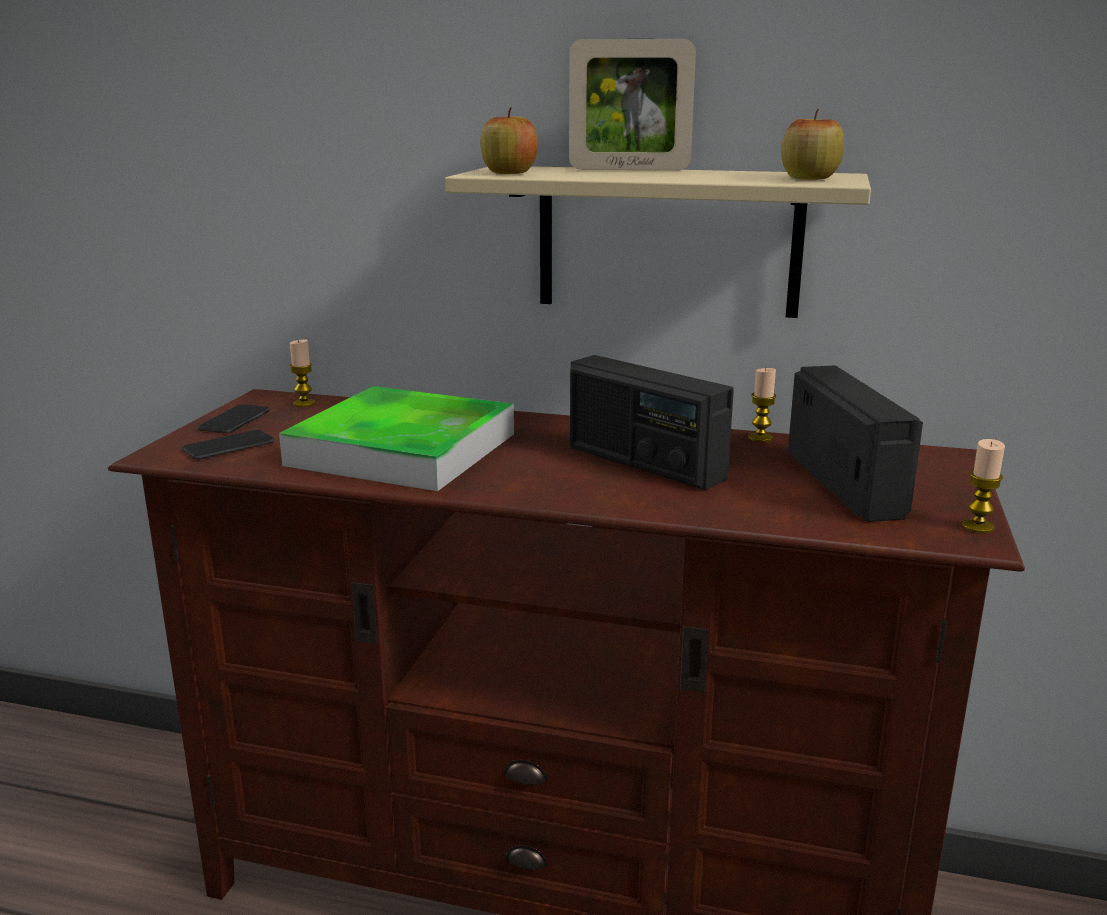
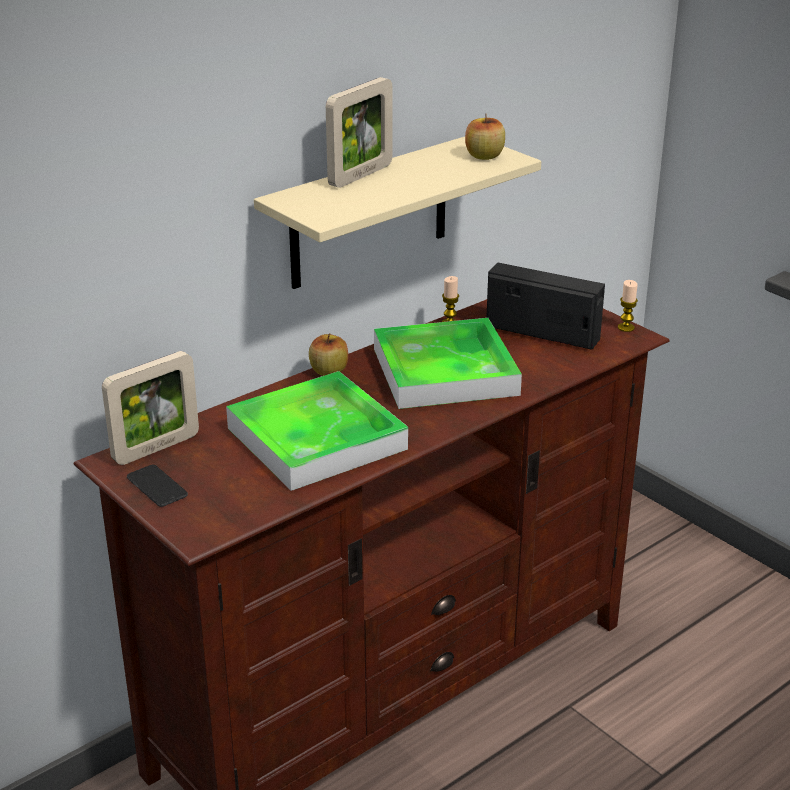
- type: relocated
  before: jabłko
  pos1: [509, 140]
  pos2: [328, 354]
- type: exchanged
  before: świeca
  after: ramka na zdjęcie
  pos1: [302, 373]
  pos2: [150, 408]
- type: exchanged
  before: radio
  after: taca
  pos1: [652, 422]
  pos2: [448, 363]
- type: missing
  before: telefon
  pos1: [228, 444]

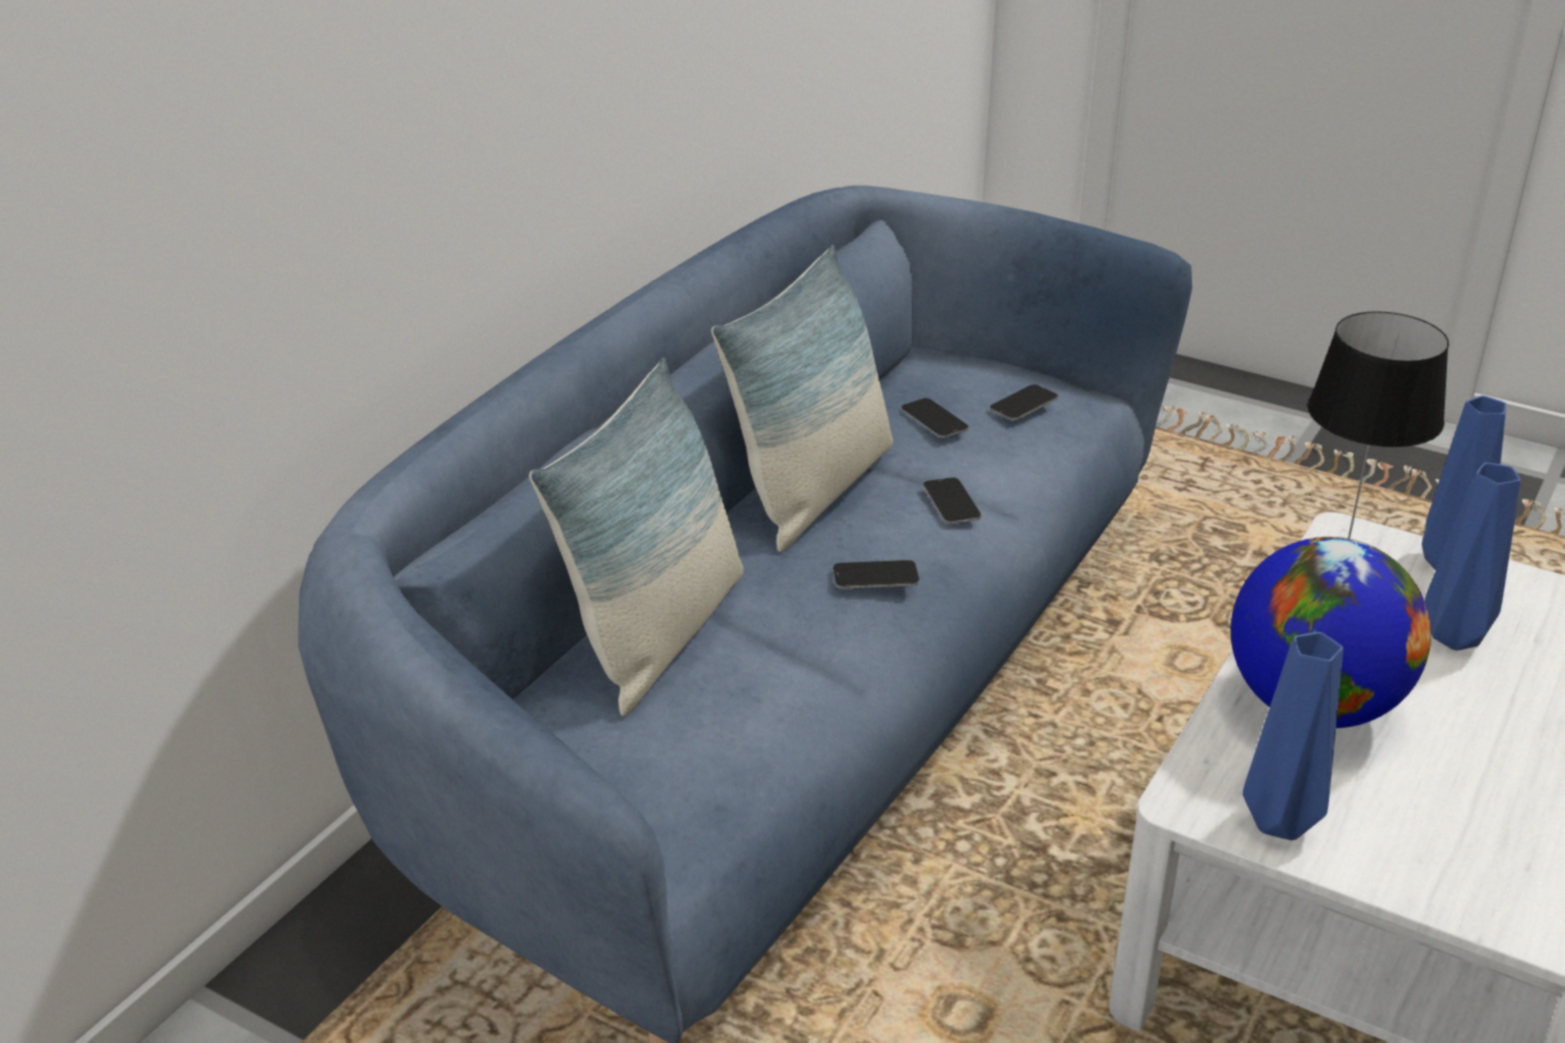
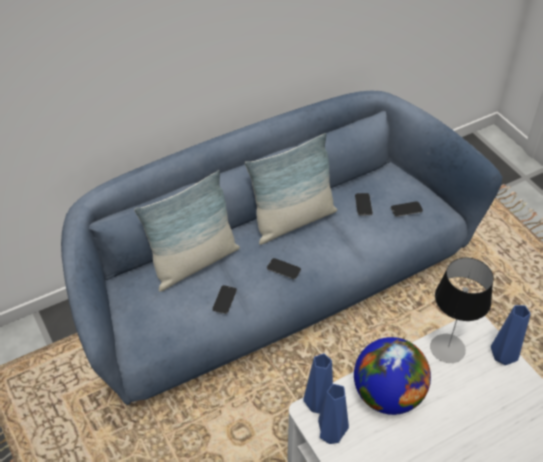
- type: relocated
  before: wazon (niebieski)
  pos1: [1473, 556]
  pos2: [318, 383]
- type: relocated
  before: telefon
  pos1: [952, 501]
  pos2: [224, 299]

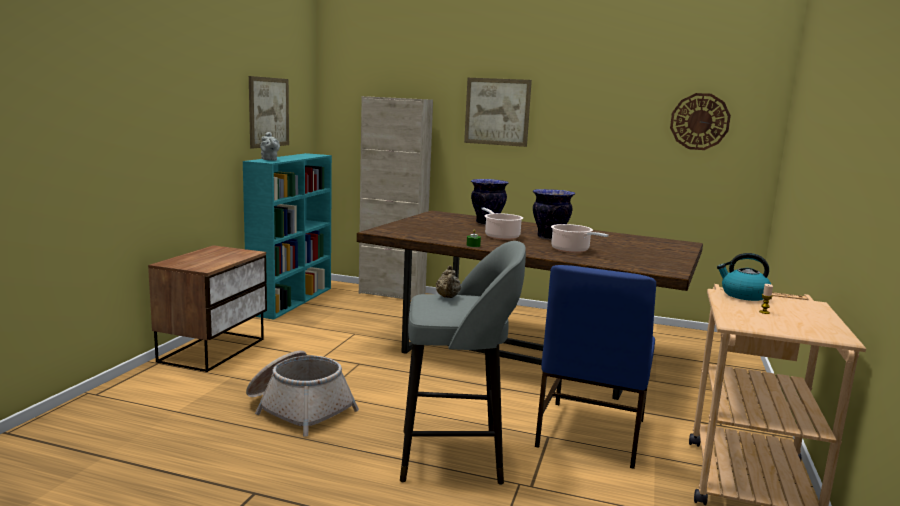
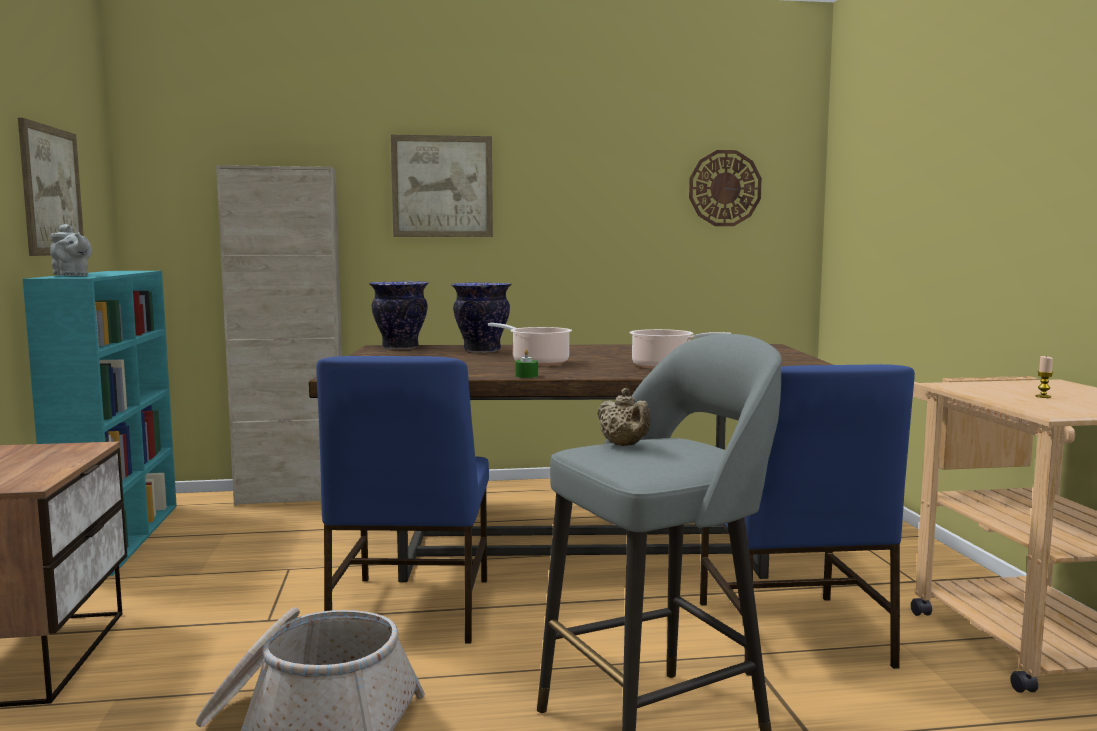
- type: relocated
  before: wazon
  pos1: [554, 214]
  pos2: [399, 315]
- type: missing
  before: czajnik
  pos1: [744, 277]
- type: appeared
  after: krzesło (niebieski)
  pos2: [402, 500]

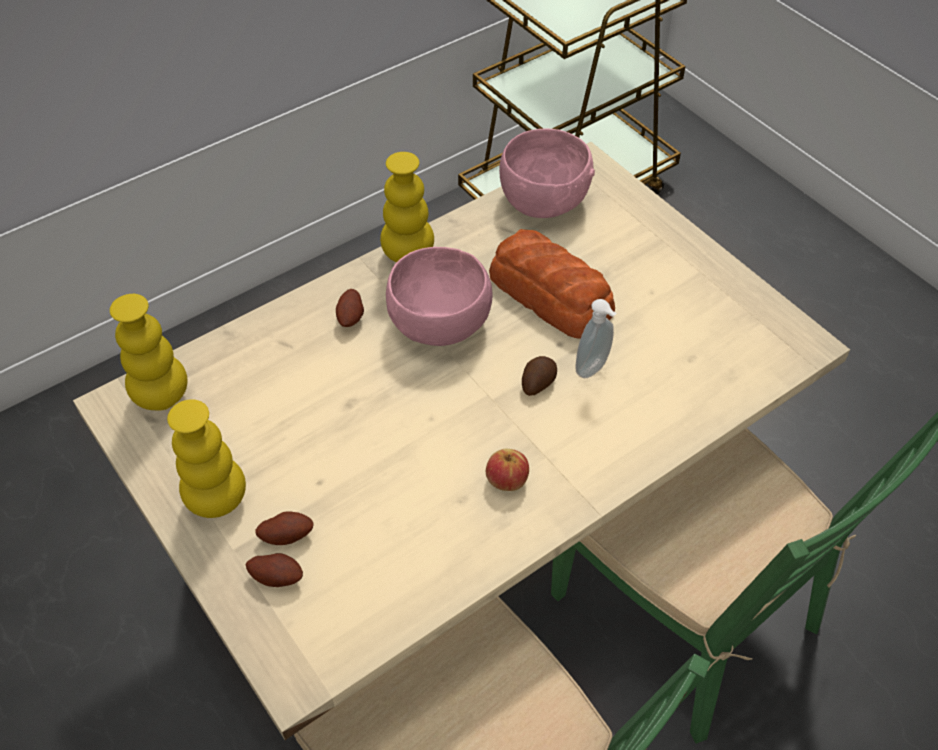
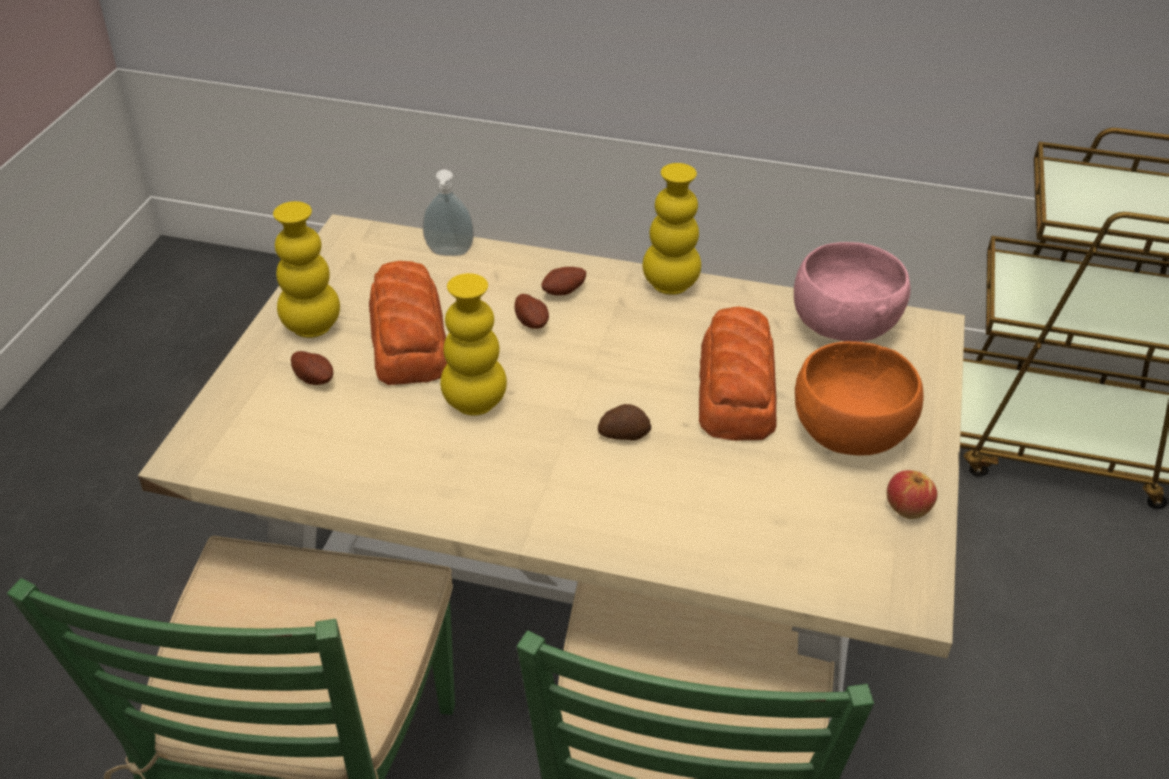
- type: missing
  before: miska (różowy)
  pos1: [439, 296]
- type: relocated
  before: wazon (żółty)
  pos1: [148, 352]
  pos2: [473, 344]
- type: relocated
  before: dozownik mydła
  pos1: [596, 338]
  pos2: [448, 212]
- type: relocated
  before: jabłko
  pos1: [507, 470]
  pos2: [912, 494]
- type: relocated
  before: ziemniak
  pos1: [274, 570]
  pos2: [531, 311]
- type: appeared
  after: chleb
  pos2: [408, 323]
- type: appeared
  after: miska (pomarańczowy)
  pos2: [859, 398]

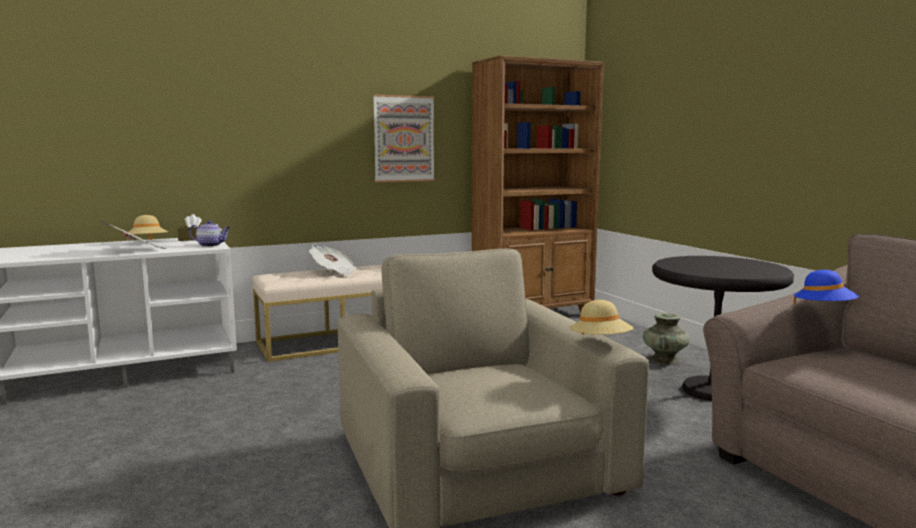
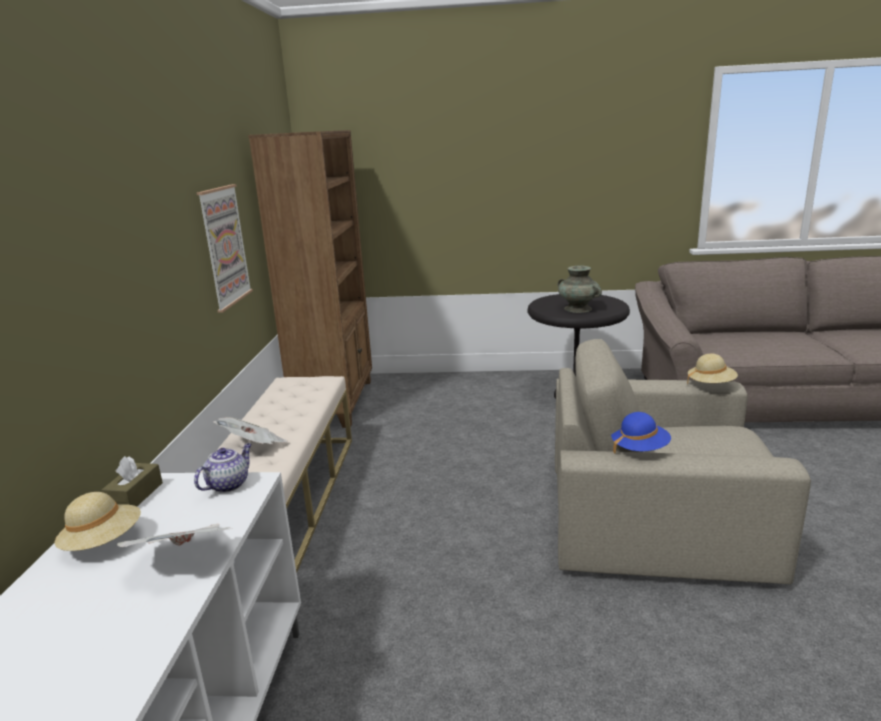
- type: relocated
  before: kapelusz (niebieski)
  pos1: [826, 287]
  pos2: [641, 433]
- type: relocated
  before: wazon (turkusowy)
  pos1: [666, 339]
  pos2: [579, 289]

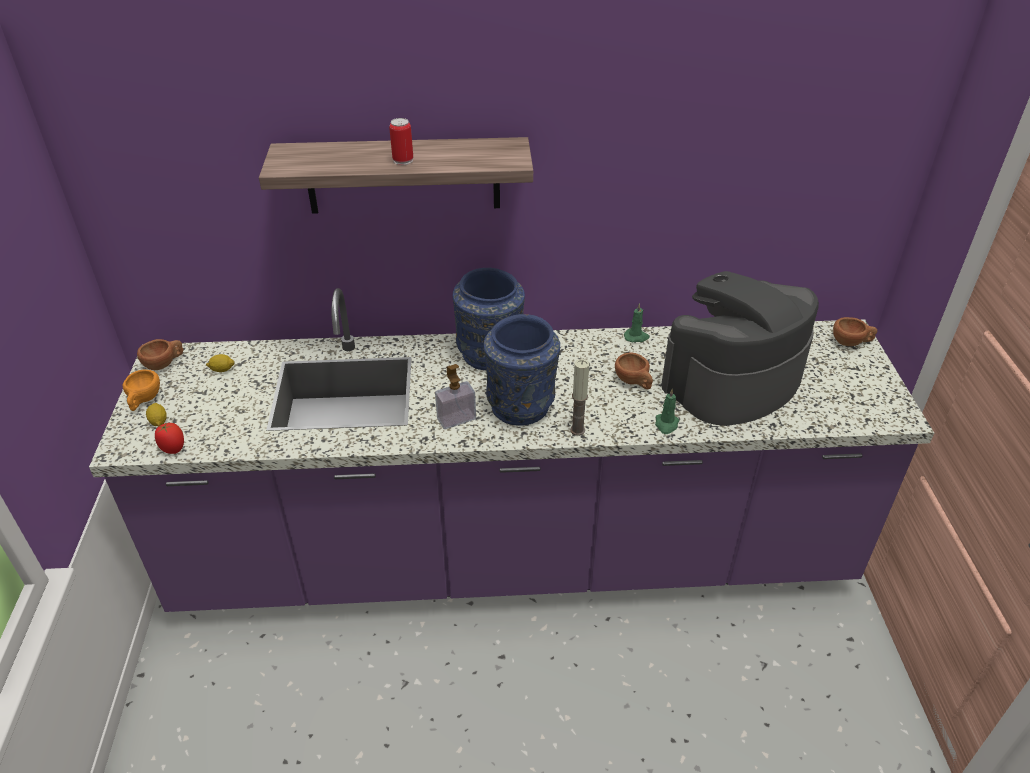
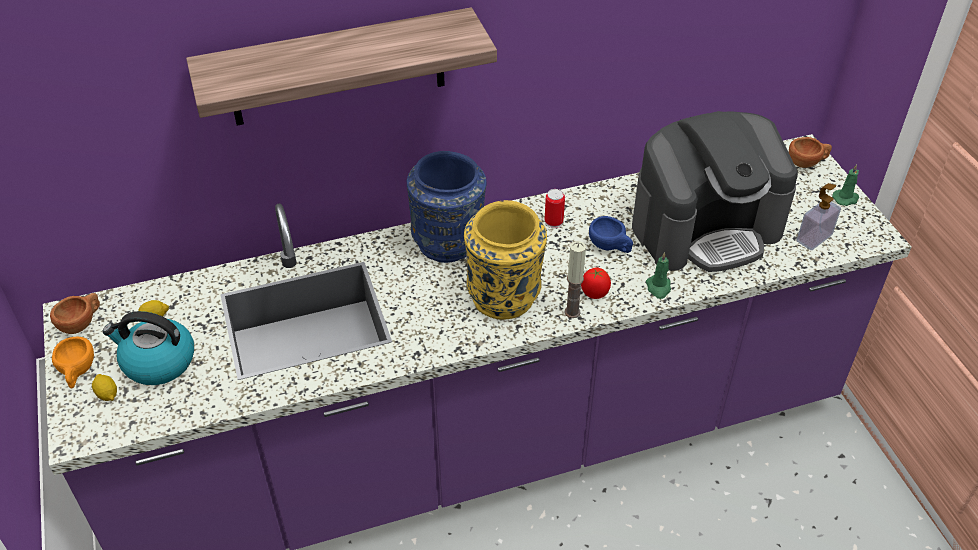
- type: relocated
  before: puszka
  pos1: [401, 141]
  pos2: [555, 208]
- type: spun
  before: ekspres do kawy
  pos1: [740, 348]
  pos2: [715, 191]
  turn: -150
- type: relocated
  before: świeca (zielony)
  pos1: [637, 322]
  pos2: [845, 185]
- type: colour
  before: wazon (niebieski)
  after: wazon (żółty)
  pos1: [521, 370]
  pos2: [505, 260]
- type: colour
  before: filiżanka (brązowy)
  after: filiżanka (niebieski)
  pos1: [634, 371]
  pos2: [611, 234]
- type: relocated
  before: dozownik mydła
  pos1: [455, 396]
  pos2: [819, 217]
- type: relocated
  before: pomidor
  pos1: [169, 438]
  pos2: [596, 283]
- type: appeared
  after: czajnik
  pos2: [148, 348]

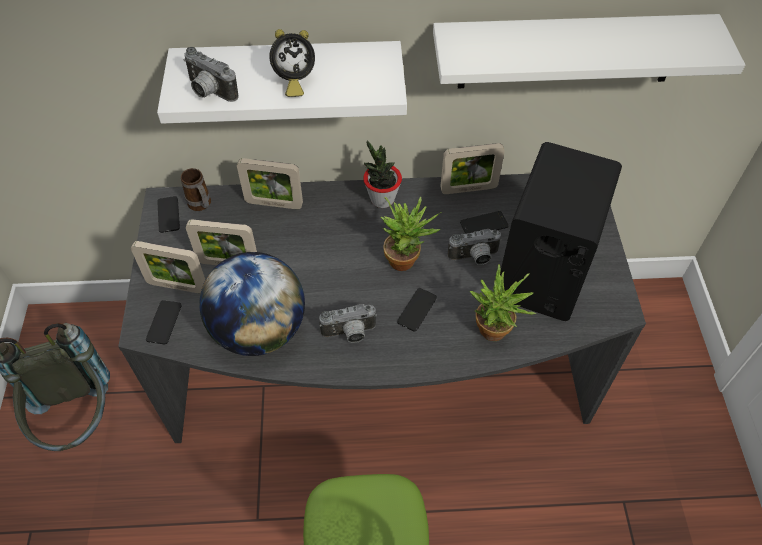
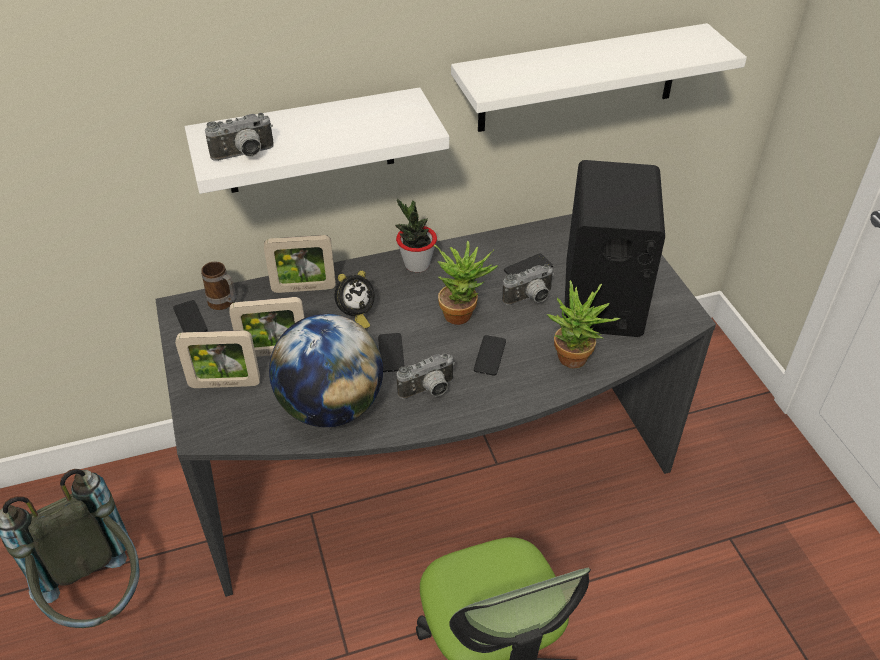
- type: relocated
  before: budzik
  pos1: [292, 63]
  pos2: [354, 299]
- type: spun
  before: aparat fotograficzny
  pos1: [211, 74]
  pos2: [239, 137]
  turn: -45
- type: missing
  before: ramka na zdjęcie
  pos1: [472, 168]
- type: relocated
  before: telefon
  pos1: [164, 322]
  pos2: [391, 352]

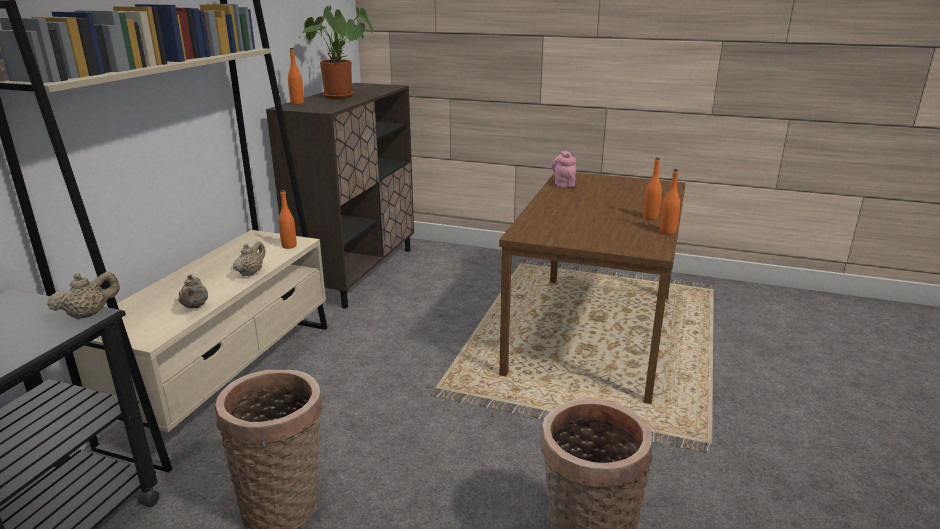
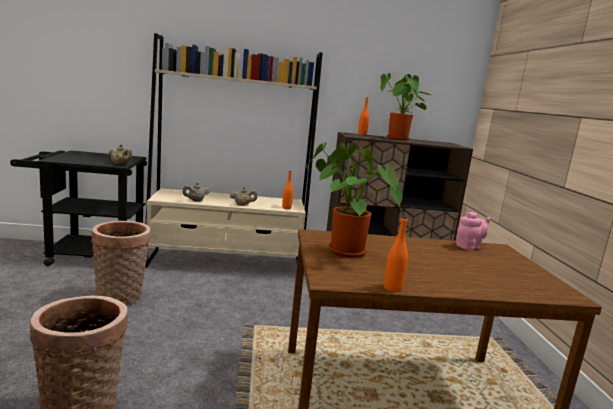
- type: missing
  before: butelka (pomarańczowy)
  pos1: [652, 189]
- type: appeared
  after: roślina doniczkowa
  pos2: [354, 200]

